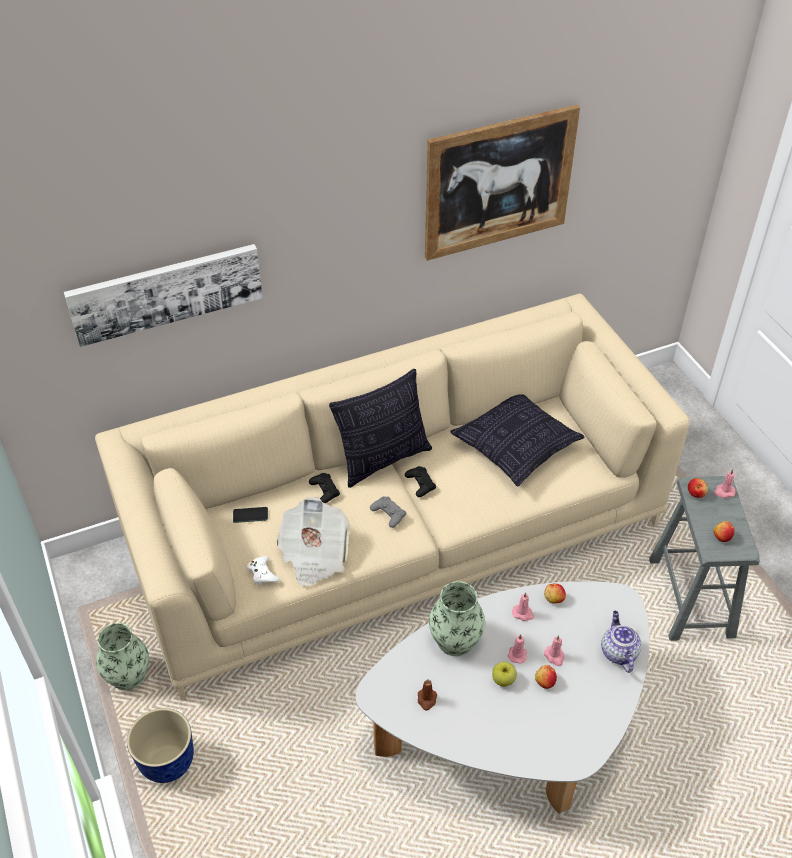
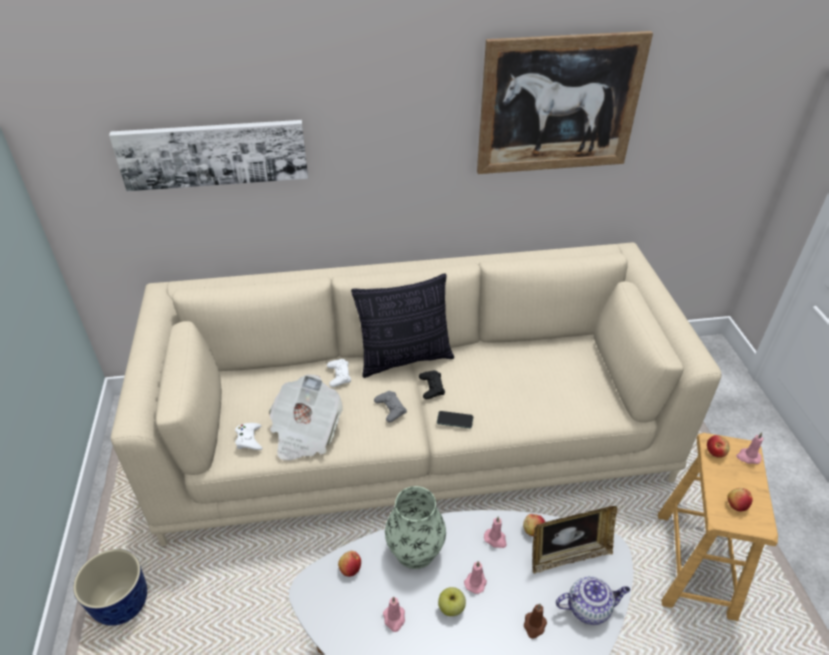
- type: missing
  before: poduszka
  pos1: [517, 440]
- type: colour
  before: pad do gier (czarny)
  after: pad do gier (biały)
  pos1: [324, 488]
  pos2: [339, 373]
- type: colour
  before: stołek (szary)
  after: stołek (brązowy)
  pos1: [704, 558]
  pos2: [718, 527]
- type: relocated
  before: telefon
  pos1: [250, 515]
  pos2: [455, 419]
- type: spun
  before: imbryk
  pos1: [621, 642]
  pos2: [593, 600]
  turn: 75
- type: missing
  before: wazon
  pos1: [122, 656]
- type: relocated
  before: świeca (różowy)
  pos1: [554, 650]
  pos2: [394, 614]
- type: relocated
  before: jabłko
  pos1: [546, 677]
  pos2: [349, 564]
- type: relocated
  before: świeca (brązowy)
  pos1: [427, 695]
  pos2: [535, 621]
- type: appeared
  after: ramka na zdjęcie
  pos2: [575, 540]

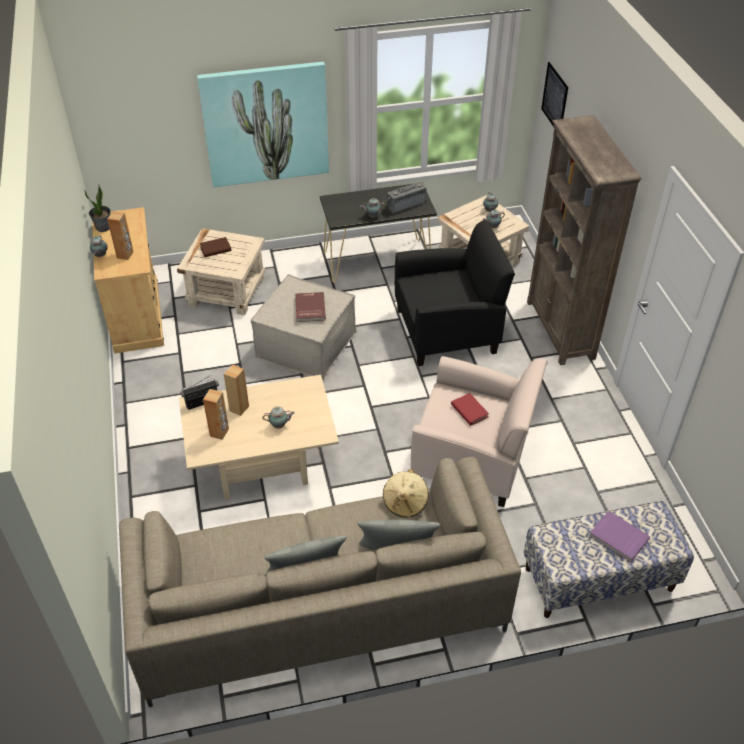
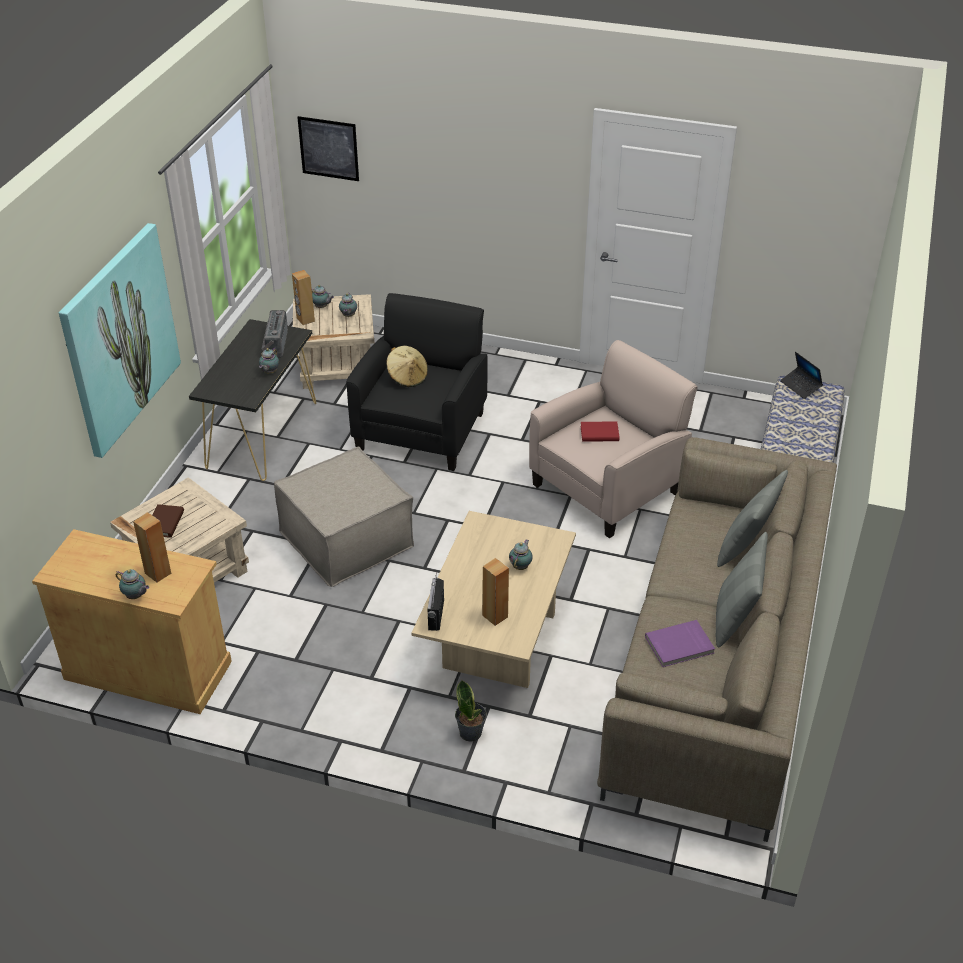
- type: missing
  before: regał (brązowy)
  pos1: [584, 240]
- type: relocated
  before: roślina doniczkowa
  pos1: [97, 208]
  pos2: [471, 711]
- type: missing
  before: książka (czerwony)
  pos1: [310, 307]
- type: relocated
  before: głośnik (brązowy)
  pos1: [236, 390]
  pos2: [303, 297]
- type: relocated
  before: kapelusz (beżowy)
  pos1: [405, 494]
  pos2: [407, 366]
- type: relocated
  before: książka (fioletowy)
  pos1: [619, 536]
  pos2: [680, 643]
- type: appeared
  after: laptop
  pos2: [801, 375]

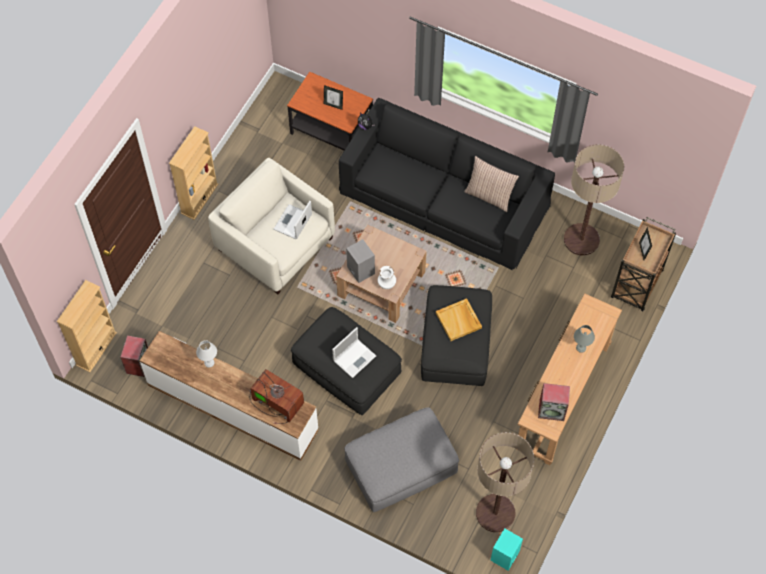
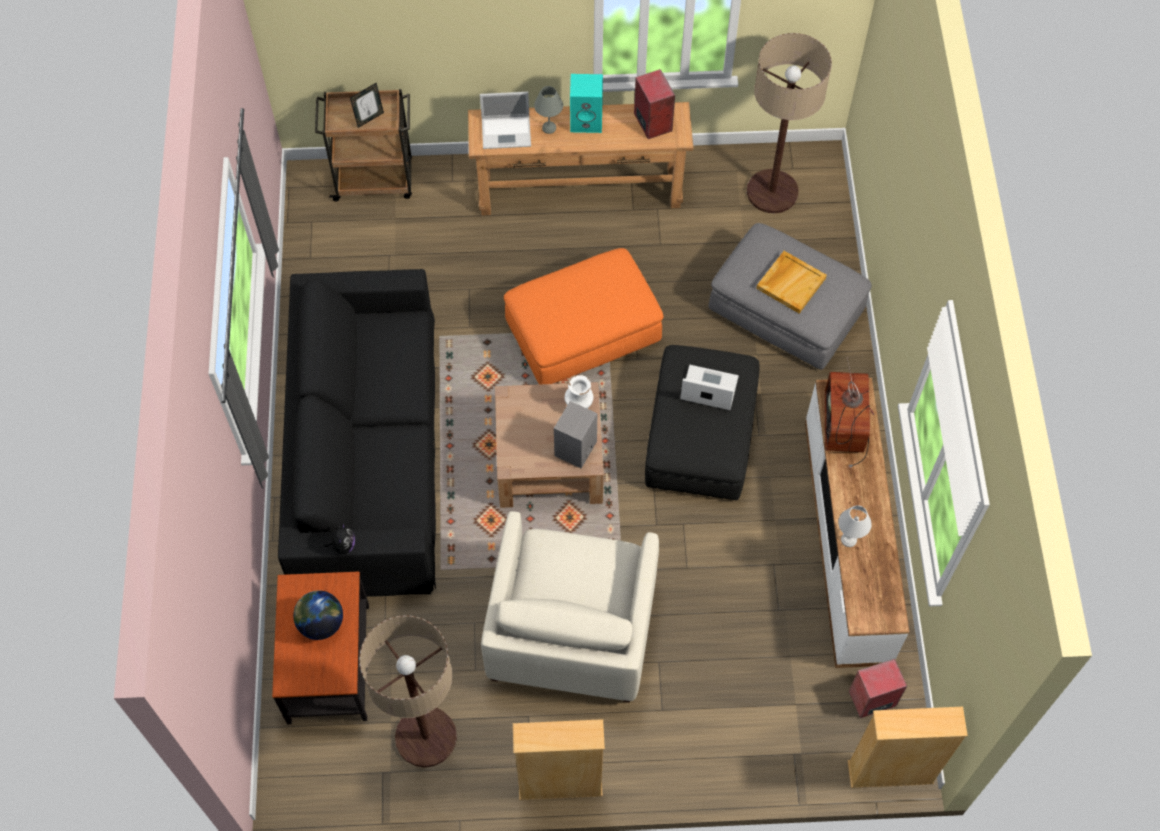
- type: exchanged
  before: ramka na zdjęcie
  after: globus
  pos1: [333, 97]
  pos2: [318, 615]
- type: relocated
  before: lampa stojąca
  pos1: [594, 200]
  pos2: [408, 691]
- type: missing
  before: poduszka
  pos1: [491, 184]
- type: relocated
  before: laptop
  pos1: [293, 220]
  pos2: [505, 120]
- type: colour
  before: pufa (czarny)
  after: pufa (pomarańczowy)
  pos1: [456, 335]
  pos2: [583, 316]
- type: relocated
  before: taca (beżowy)
  pos1: [459, 319]
  pos2: [791, 282]
- type: relocated
  before: głośnik (turkusowy)
  pos1: [506, 550]
  pos2: [586, 103]

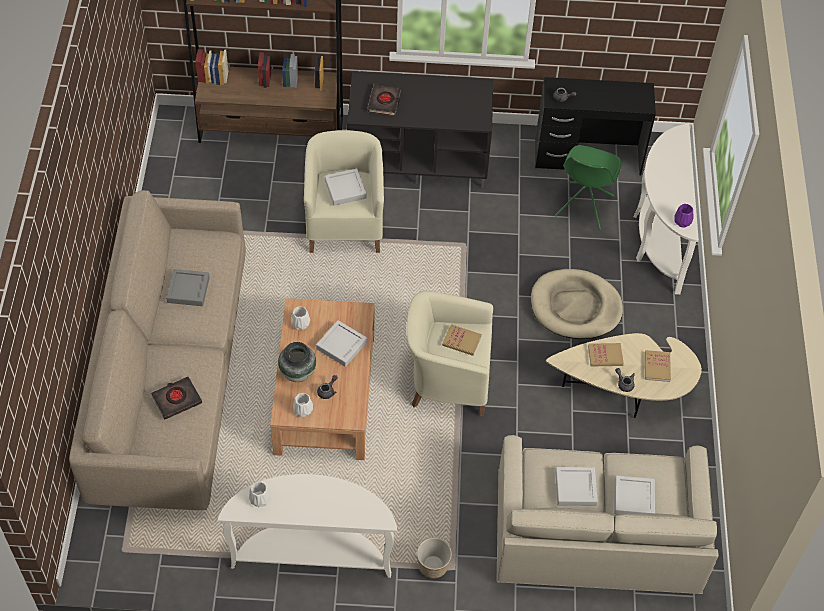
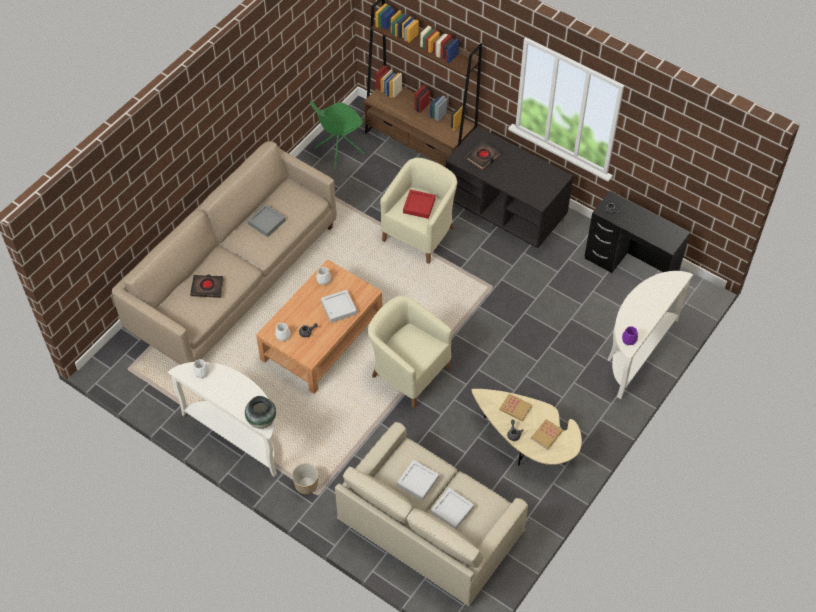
- type: relocated
  before: krzesło (zielony)
  pos1: [588, 187]
  pos2: [337, 135]
- type: colour
  before: taca (szary)
  after: taca (czerwony)
  pos1: [346, 187]
  pos2: [419, 204]
- type: missing
  before: legowisko (beżowy)
  pos1: [577, 304]
- type: missing
  before: książka
  pos1: [462, 340]
- type: relocated
  before: wazon
  pos1: [297, 362]
  pos2: [260, 412]

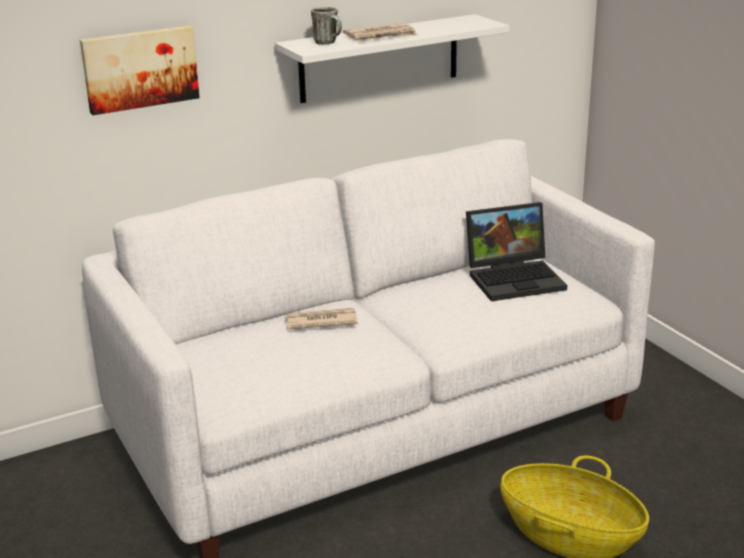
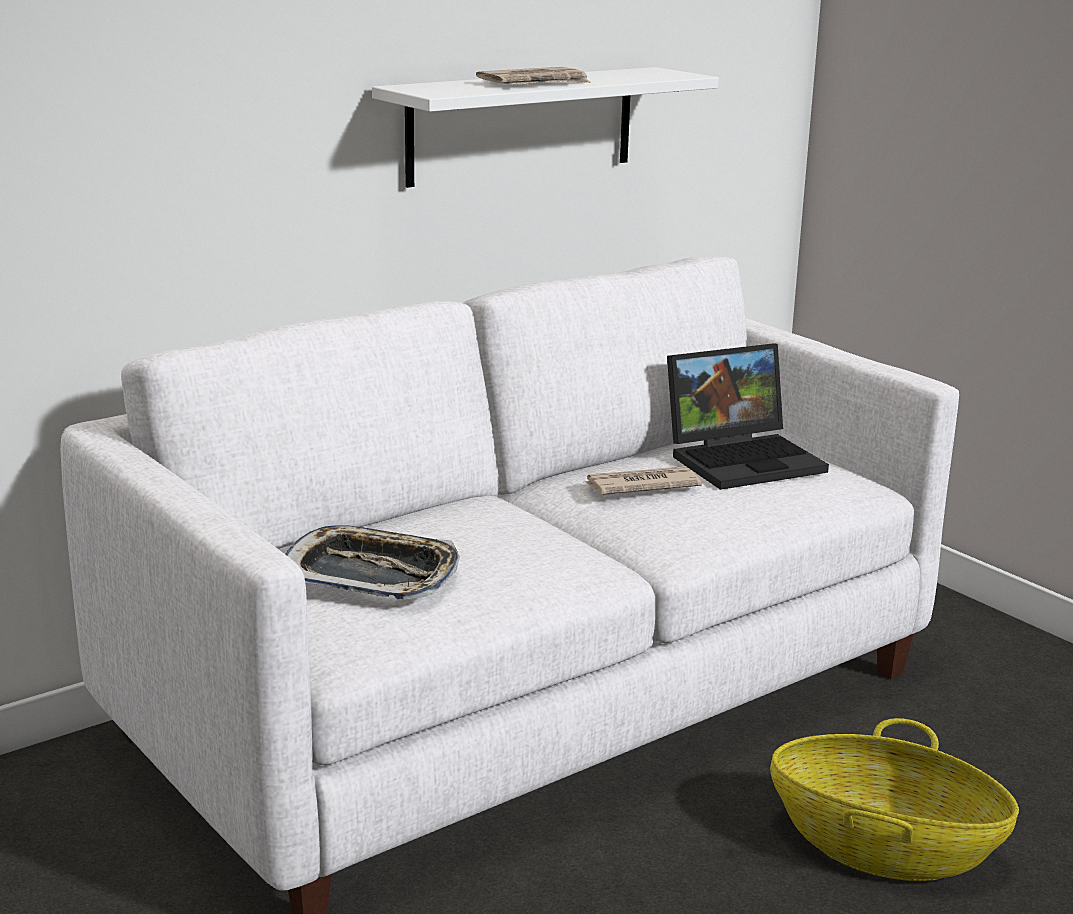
- type: missing
  before: kubek
  pos1: [326, 25]
- type: missing
  before: obraz
  pos1: [140, 70]
- type: relocated
  before: gazeta
  pos1: [321, 318]
  pos2: [643, 480]
- type: appeared
  after: taca
  pos2: [373, 562]

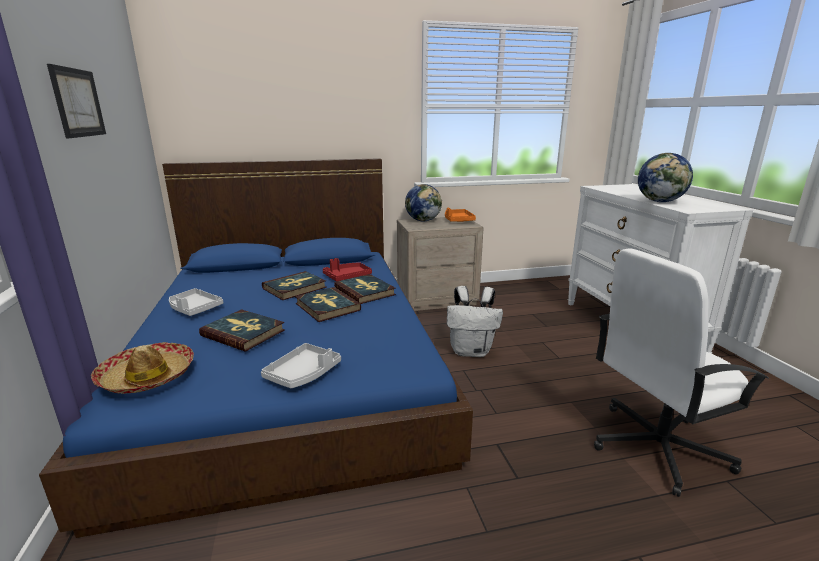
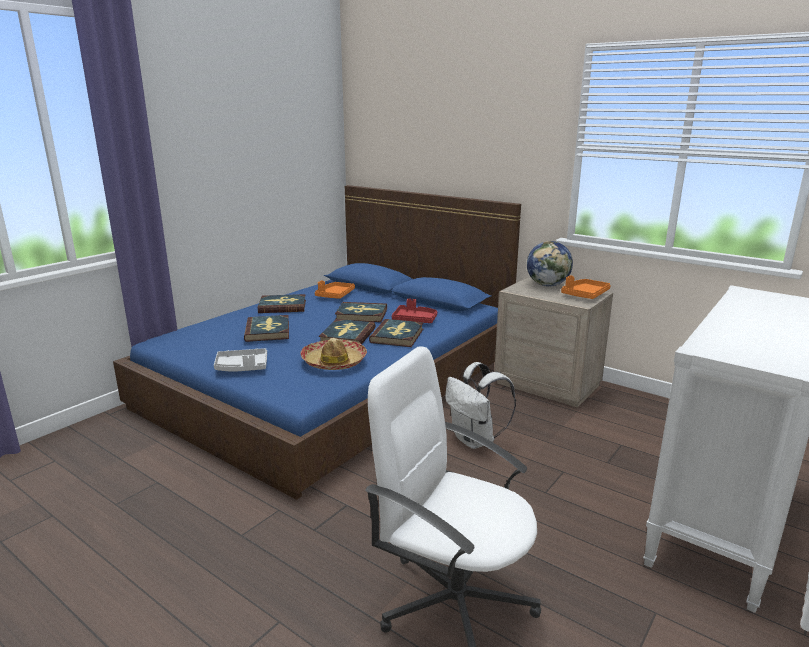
- type: missing
  before: obraz
  pos1: [76, 101]
- type: missing
  before: globus
  pos1: [665, 177]
- type: exchanged
  before: taca (szary)
  after: książka
  pos1: [196, 302]
  pos2: [282, 303]
- type: relocated
  before: kapelusz
  pos1: [142, 368]
  pos2: [333, 354]
- type: appeared
  after: taca (pomarańczowy)
  pos2: [335, 289]

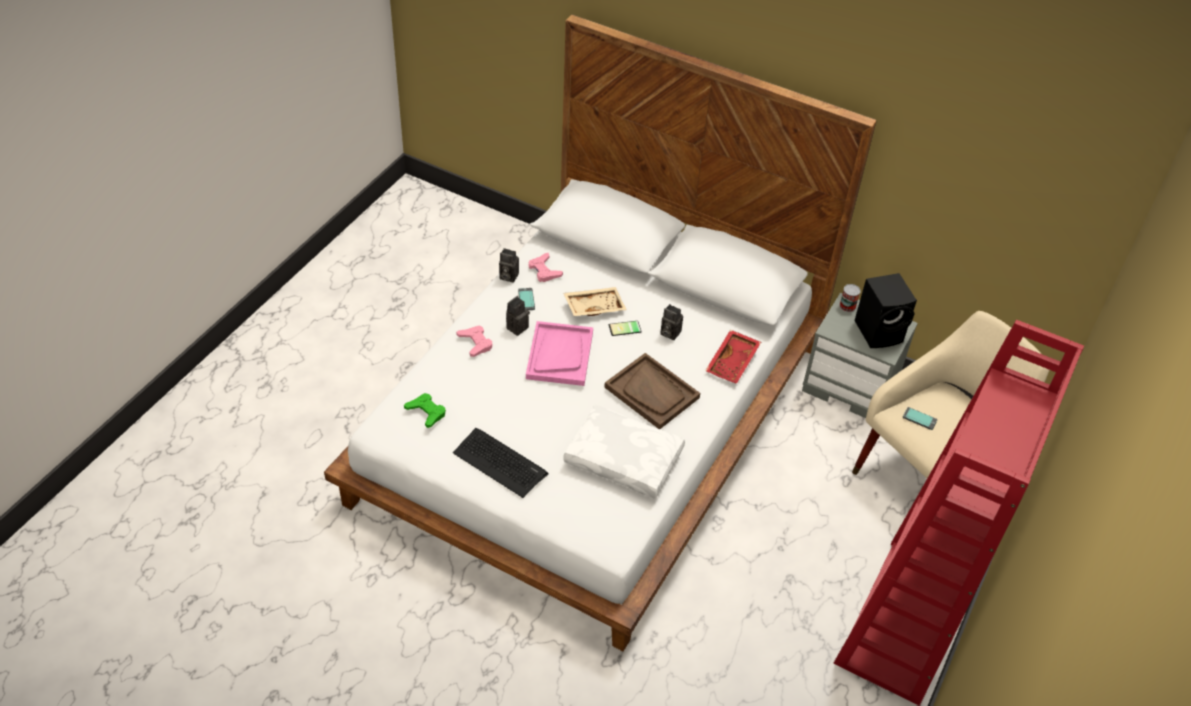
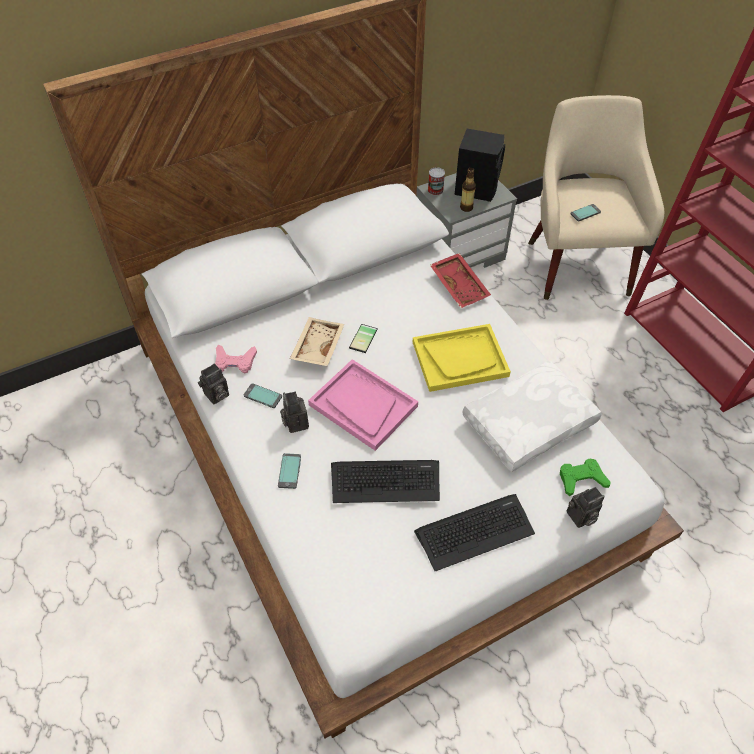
- type: relocated
  before: aparat fotograficzny
  pos1: [671, 322]
  pos2: [585, 507]
- type: exchanged
  before: pad do gier (różowy)
  after: telefon
  pos1: [474, 341]
  pos2: [289, 471]
- type: colour
  before: taca (brązowy)
  after: taca (żółty)
  pos1: [652, 391]
  pos2: [462, 358]
- type: relocated
  before: pad do gier (zielony)
  pos1: [425, 410]
  pos2: [585, 477]
- type: appeared
  after: butelka
  pos2: [468, 190]
- type: appeared
  after: klawiatura
  pos2: [385, 481]

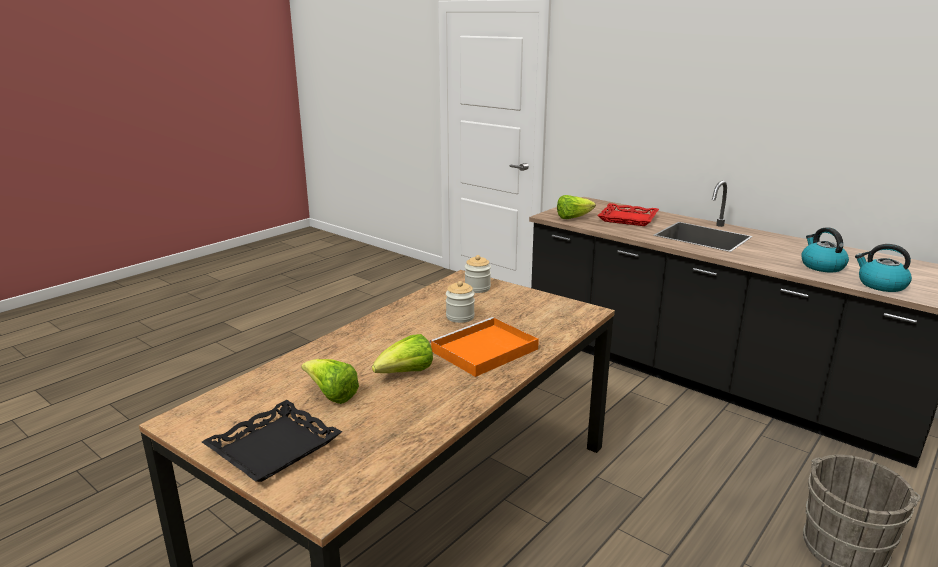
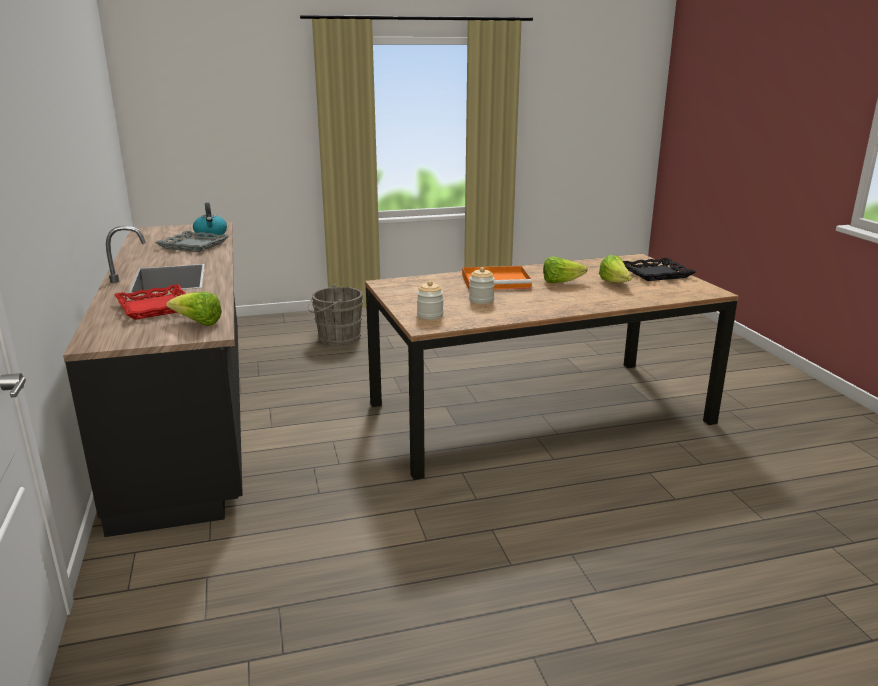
- type: exchanged
  before: czajnik
  after: taca (szary)
  pos1: [825, 249]
  pos2: [192, 241]

